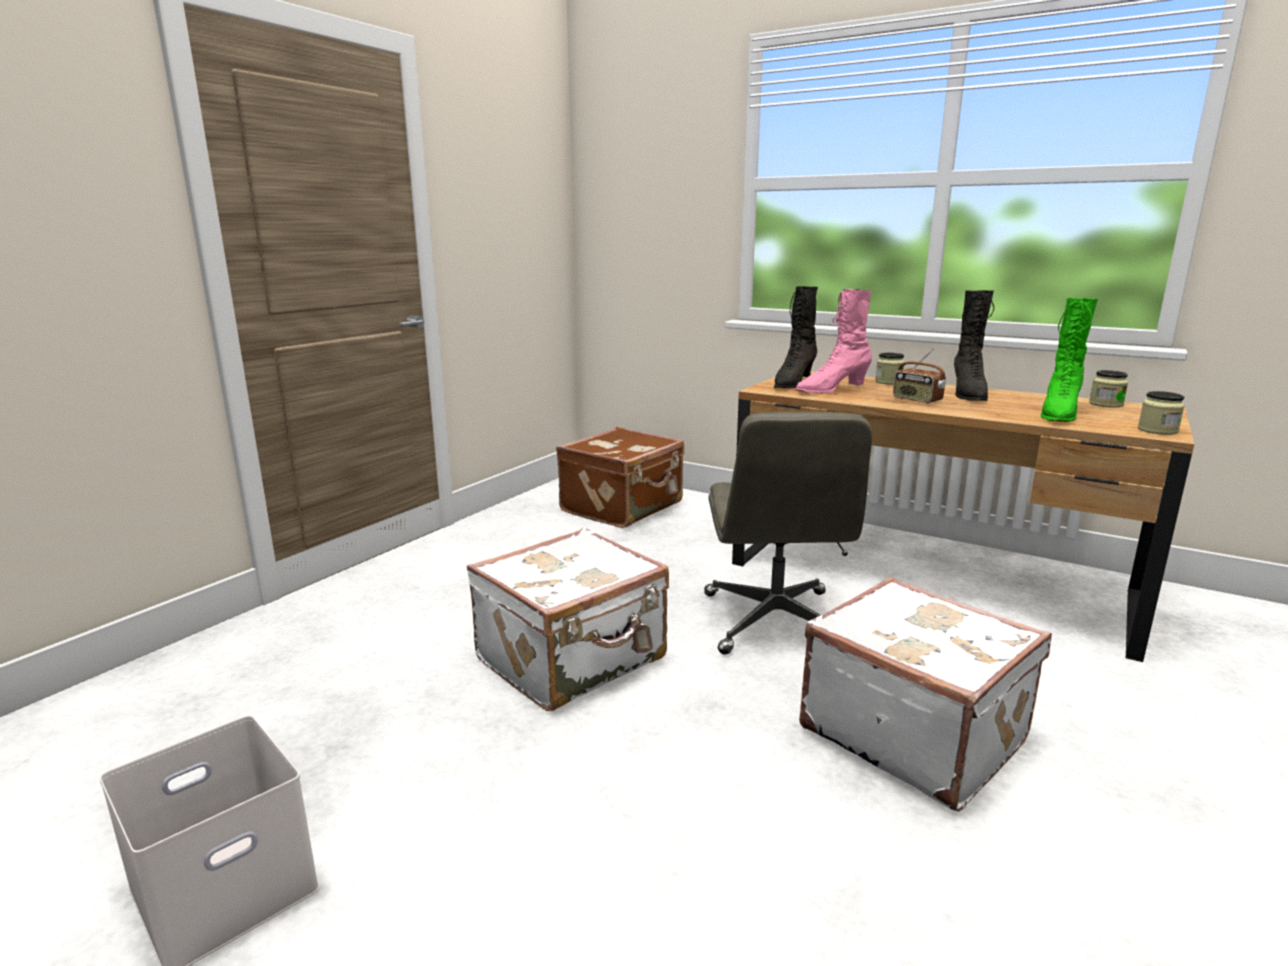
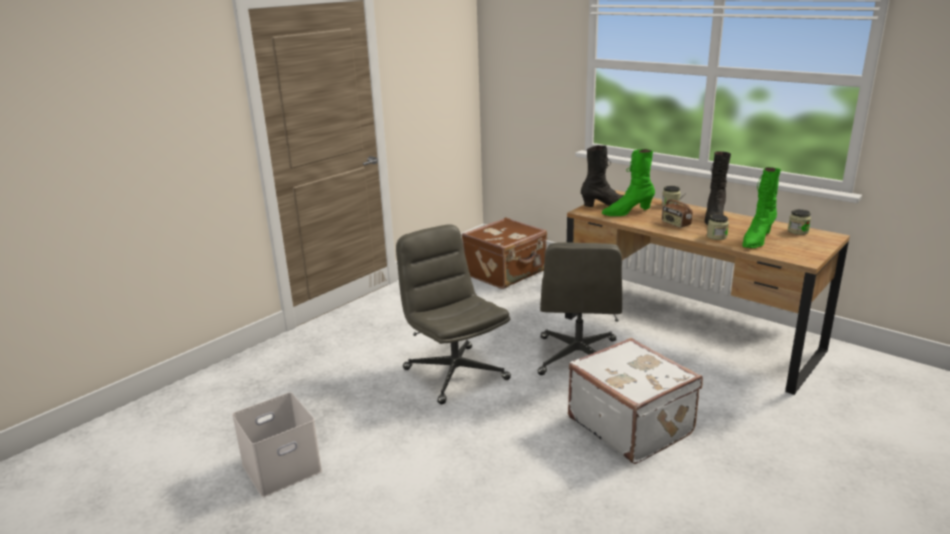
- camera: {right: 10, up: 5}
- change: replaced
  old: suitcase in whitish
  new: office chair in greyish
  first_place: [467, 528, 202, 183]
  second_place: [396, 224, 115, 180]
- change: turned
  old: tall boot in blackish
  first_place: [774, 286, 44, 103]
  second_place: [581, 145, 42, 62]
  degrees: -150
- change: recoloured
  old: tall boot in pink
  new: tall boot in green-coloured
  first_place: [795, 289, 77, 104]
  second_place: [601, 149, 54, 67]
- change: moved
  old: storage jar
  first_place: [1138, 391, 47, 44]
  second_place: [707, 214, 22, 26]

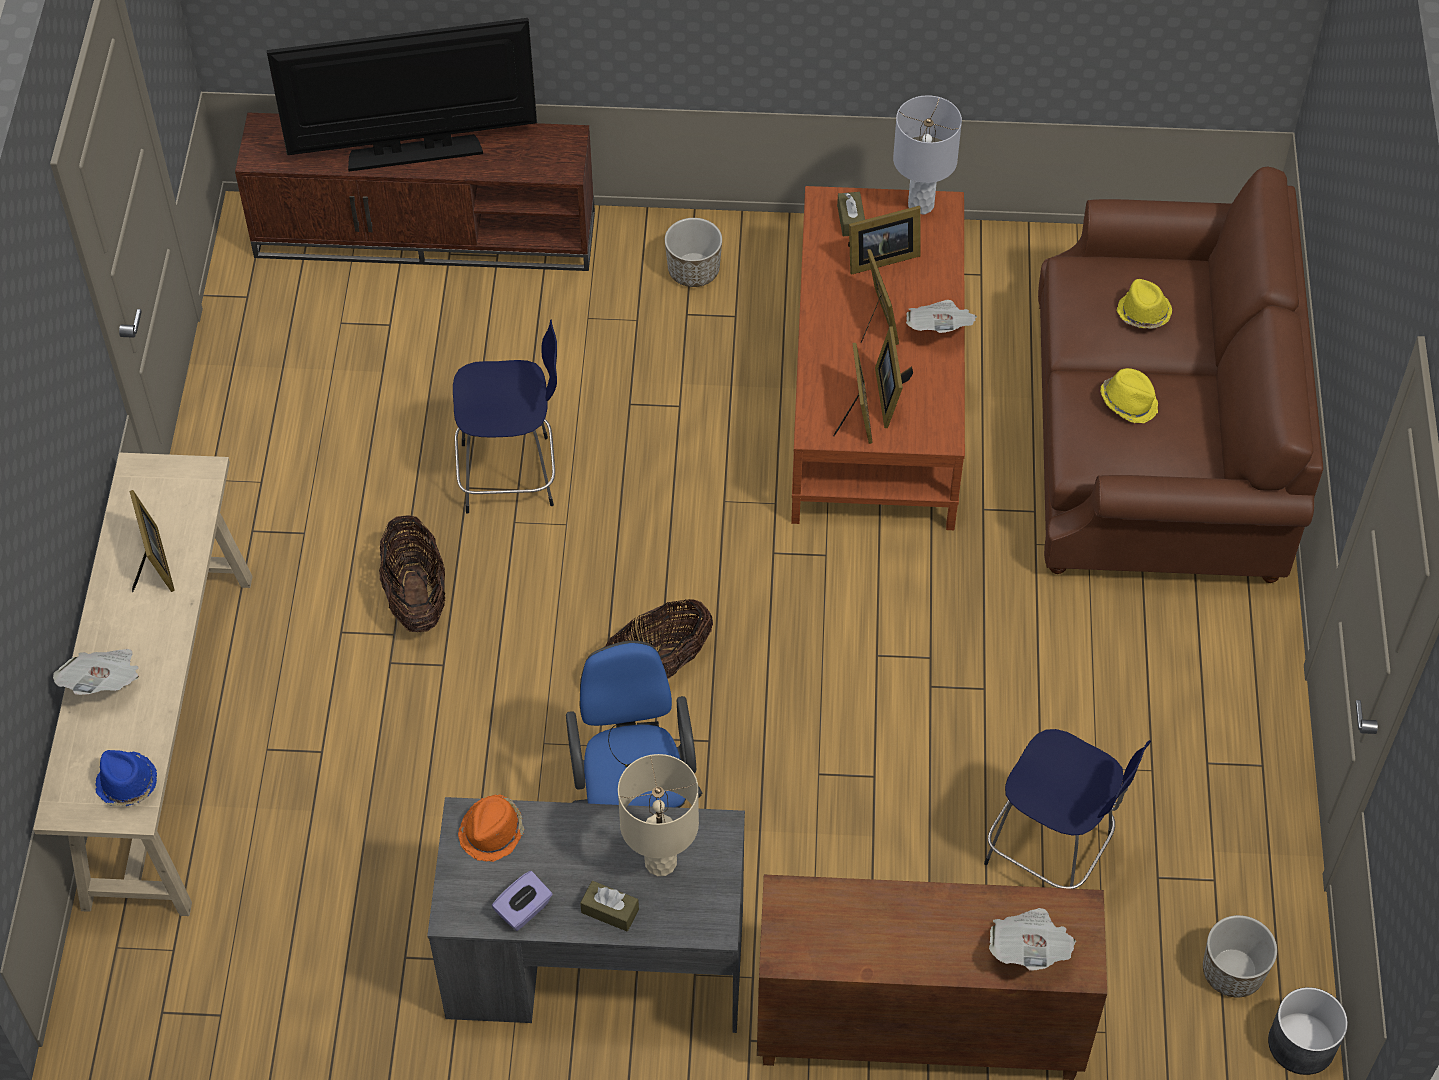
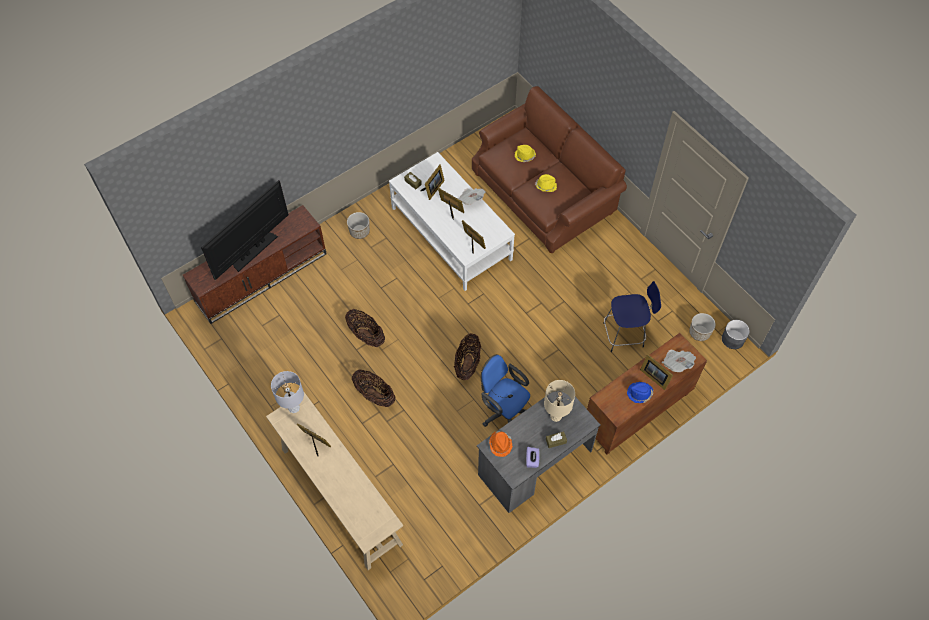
- camera: {right: -40, up: 5}
- change: removed
  old: daily paper
  first_place: [53, 649, 86, 46]
- change: moved
  old: clothing hat in blue-coloured
  first_place: [96, 750, 61, 57]
  second_place: [627, 382, 26, 21]
- change: replaced
  old: stool seat in blue-coloured
  new: basket
  first_place: [453, 320, 104, 194]
  second_place: [345, 309, 40, 38]
- change: recoloured
  old: lounge table in brown-coloured
  new: lounge table in whitish
  first_place: [791, 186, 174, 344]
  second_place: [389, 152, 126, 139]
- change: moved
  old: picture frame
  first_place: [875, 327, 38, 101]
  second_place: [640, 354, 33, 36]
- change: moved
  old: tabletop lamp in greyish
  first_place: [893, 95, 69, 119]
  second_place: [271, 371, 33, 42]

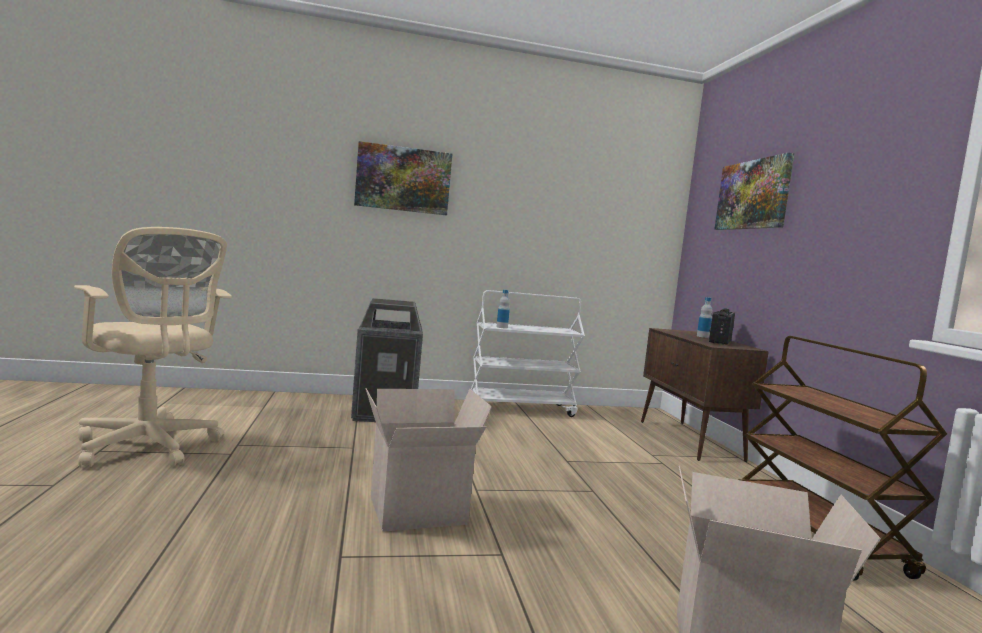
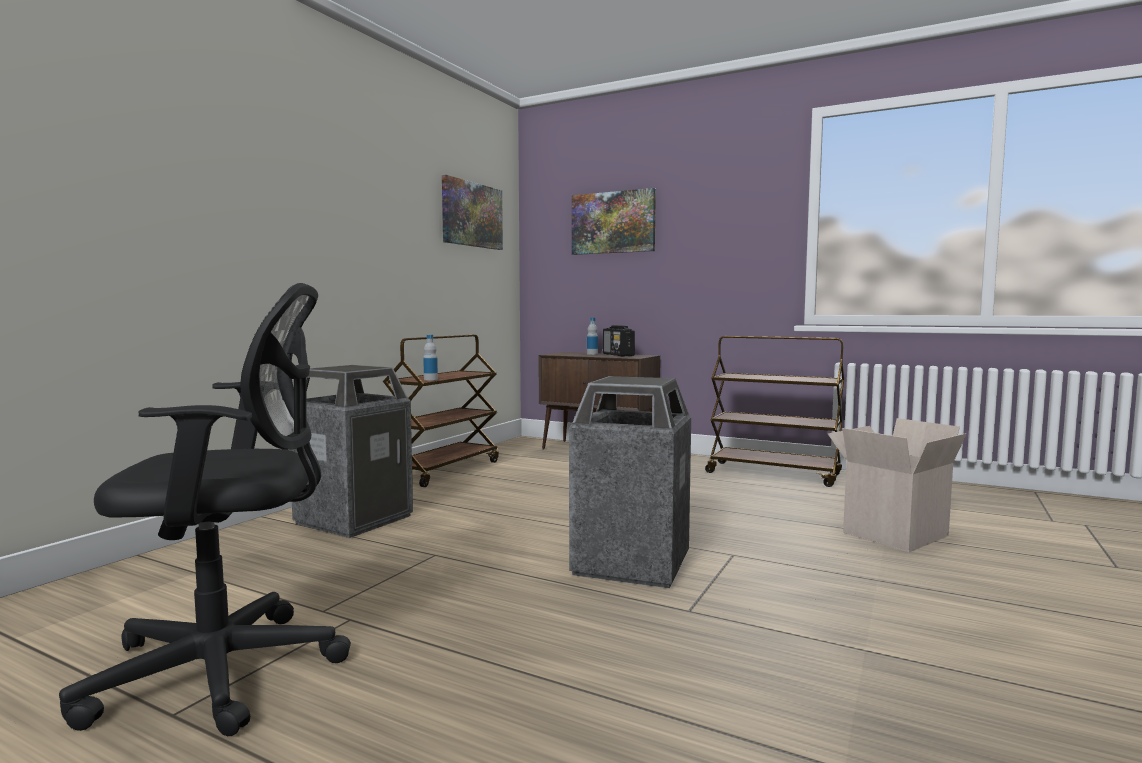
- camera: {right: -50, up: 0}
- change: recoloured
  old: office chair in sand-coloured
  new: office chair in blackish
  first_place: [74, 227, 158, 241]
  second_place: [59, 283, 292, 453]
- change: moved
  old: picture
  first_place: [354, 141, 98, 74]
  second_place: [442, 175, 61, 75]
- change: replaced
  old: cardboard box
  new: waste bin
  first_place: [365, 388, 127, 144]
  second_place: [569, 376, 122, 212]
- change: recoloured
  old: trolley in whitish
  new: trolley in brown-coloured
  first_place: [471, 290, 114, 127]
  second_place: [383, 335, 116, 152]

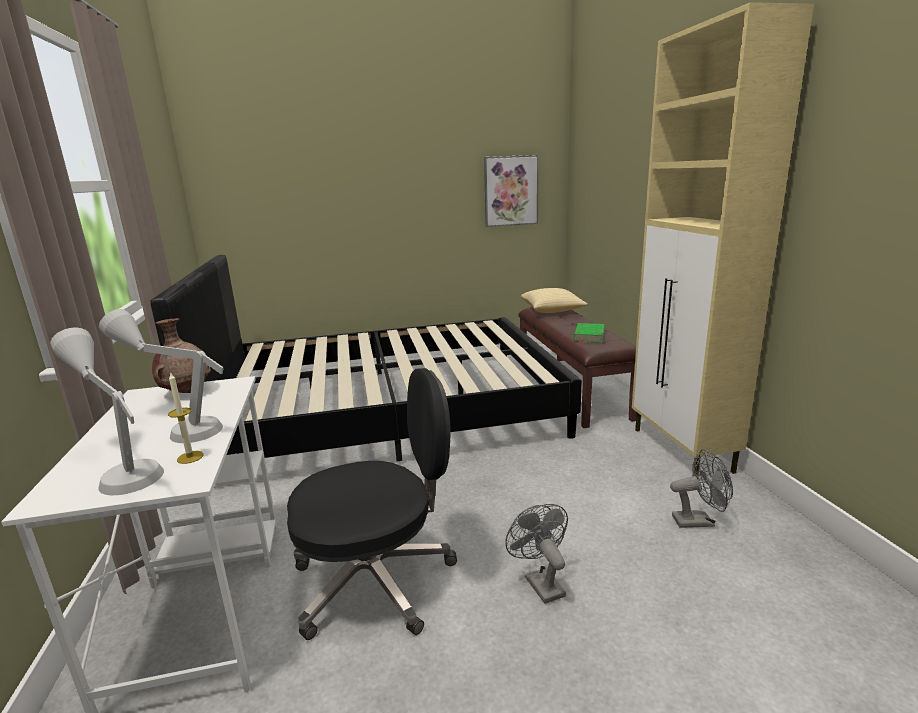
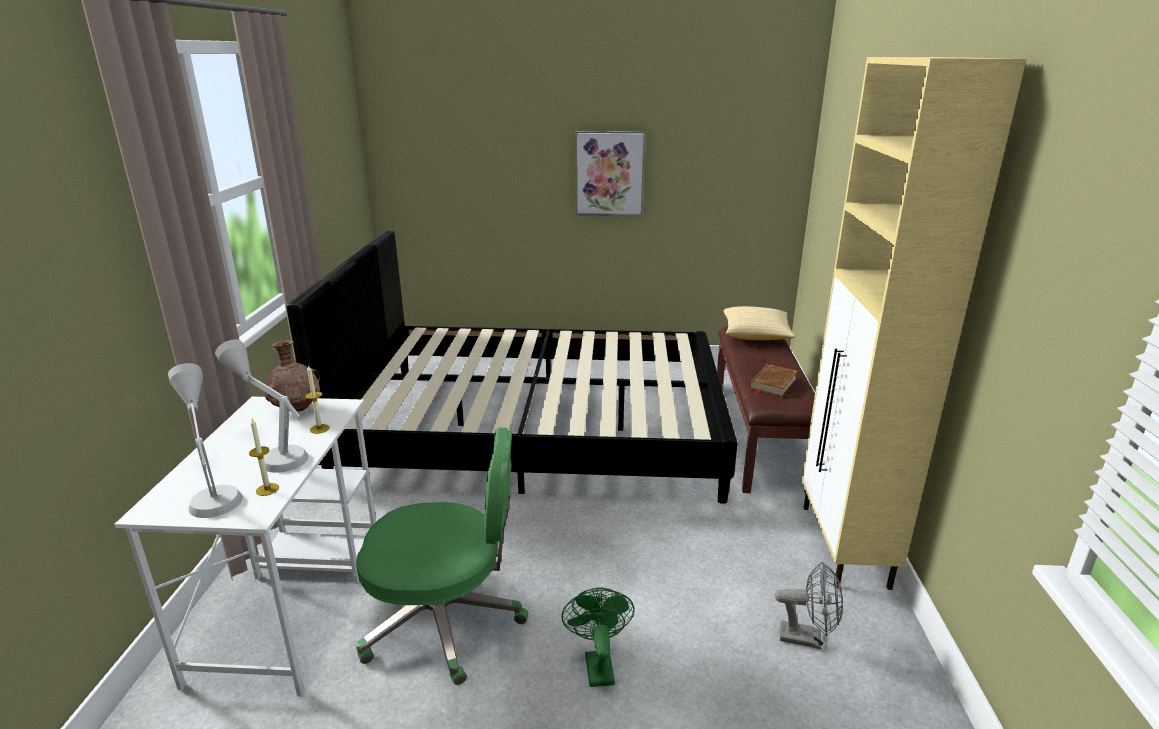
- camera: {right: 15, up: 5}
- change: recoloured
  old: office chair in blackish
  new: office chair in green-coloured
  first_place: [287, 368, 170, 272]
  second_place: [356, 427, 172, 258]
- change: moved
  old: picture
  first_place: [484, 155, 55, 72]
  second_place: [576, 131, 69, 85]
- change: recoloured
  old: fan in greyish
  new: fan in green-coloured
  first_place: [505, 504, 63, 100]
  second_place: [561, 587, 74, 100]
- change: recoloured
  old: volume in green-coloured
  new: volume in brown-coloured
  first_place: [574, 323, 30, 21]
  second_place: [750, 364, 48, 33]
- change: added
  new: candle
  second_place: [305, 365, 24, 69]

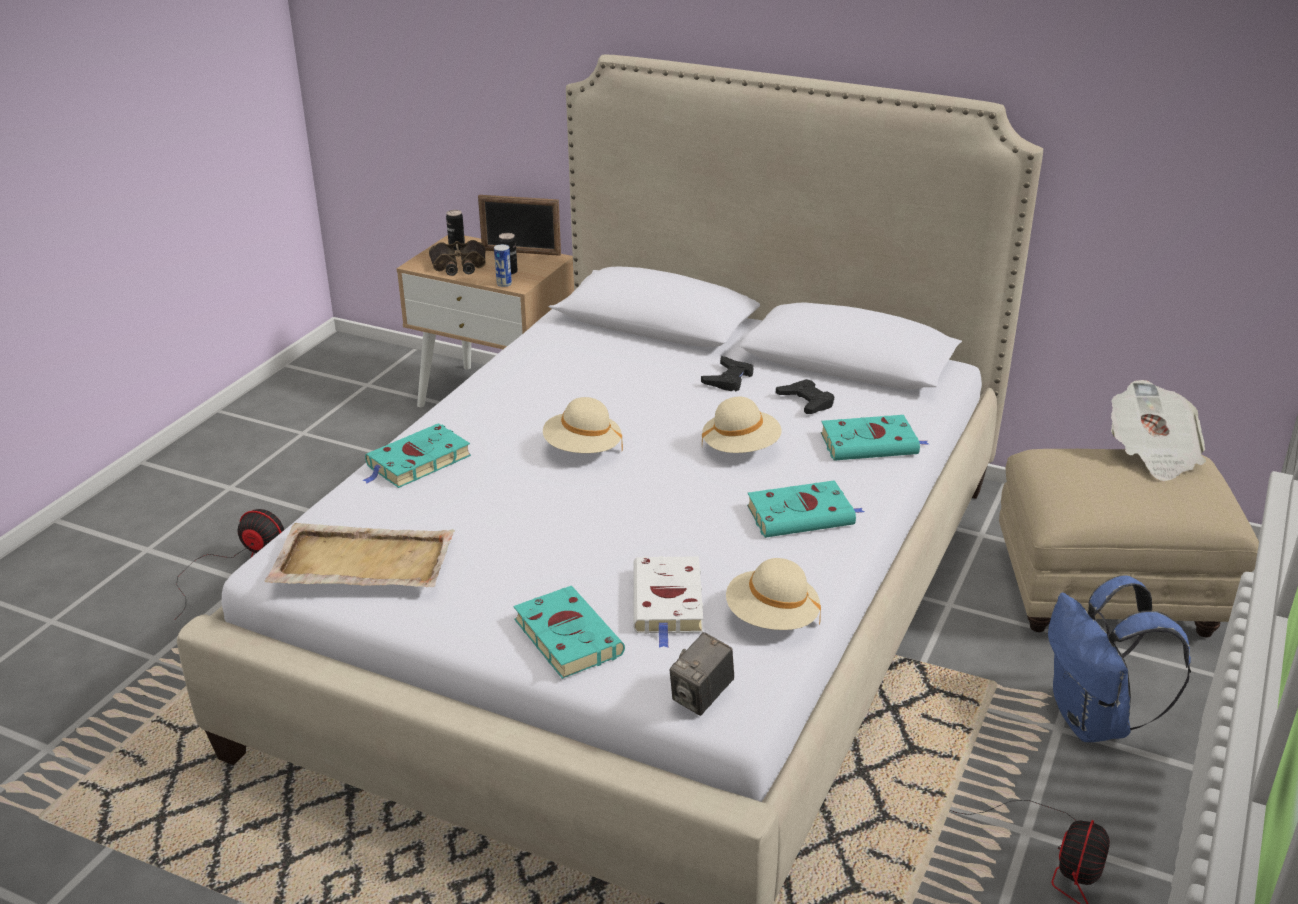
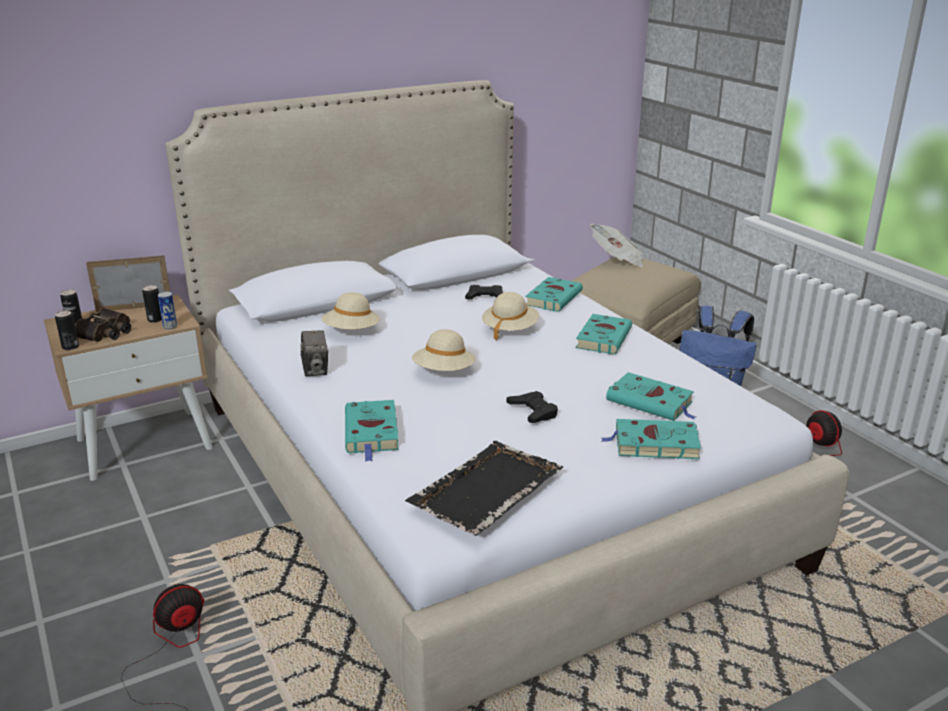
- camera: {right: -55, up: -5}
- change: recoloured
  old: tray in sand-coloured
  new: tray in blackish
  first_place: [265, 523, 190, 64]
  second_place: [405, 441, 159, 95]
- change: turned
  old: picture frame
  first_place: [478, 195, 83, 61]
  second_place: [86, 255, 84, 57]
  degrees: -150
- change: recoloured
  old: volume in whitish
  new: volume in turquoise
  first_place: [633, 556, 70, 92]
  second_place: [606, 372, 90, 49]
- change: moved
  old: photo camera
  first_place: [670, 632, 64, 84]
  second_place: [301, 330, 27, 46]
- change: moved
  old: joypad in blackish
  first_place: [701, 356, 52, 36]
  second_place: [507, 391, 51, 32]
- change: moved
  old: clothing hat in sand-coloured
  first_place: [726, 558, 95, 72]
  second_place: [321, 293, 59, 36]
- change: added
  new: can
  second_place: [55, 310, 24, 40]

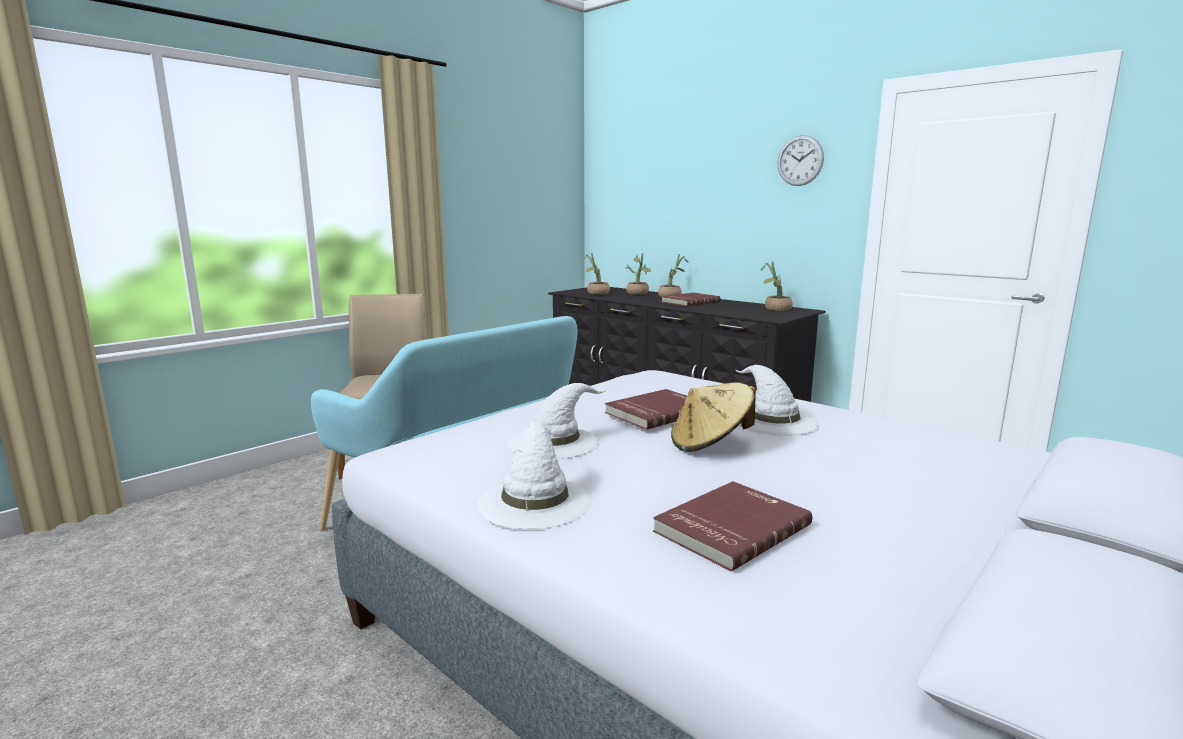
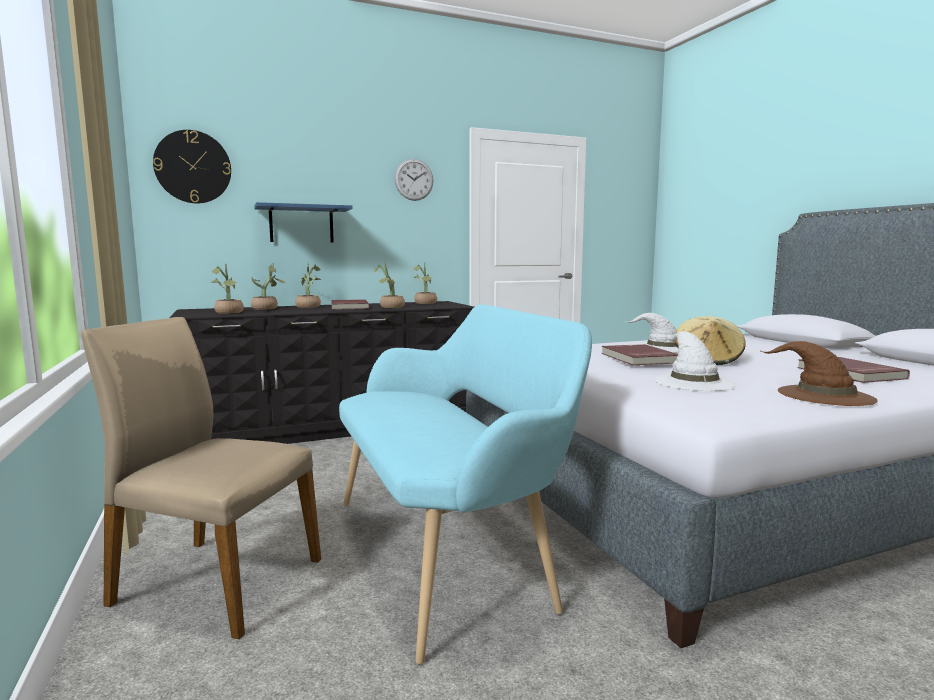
- camera: {right: -65, up: -5}
- change: recoloured
  old: clothing hat in whitish
  new: clothing hat in brown-coloured
  first_place: [477, 421, 115, 108]
  second_place: [761, 341, 117, 65]
- change: added
  new: wall clock
  second_place: [153, 130, 78, 73]
- change: added
  new: wall shelf in blue-coloured
  second_place: [254, 202, 99, 41]
- change: added
  new: potted plant
  second_place: [374, 263, 31, 45]

